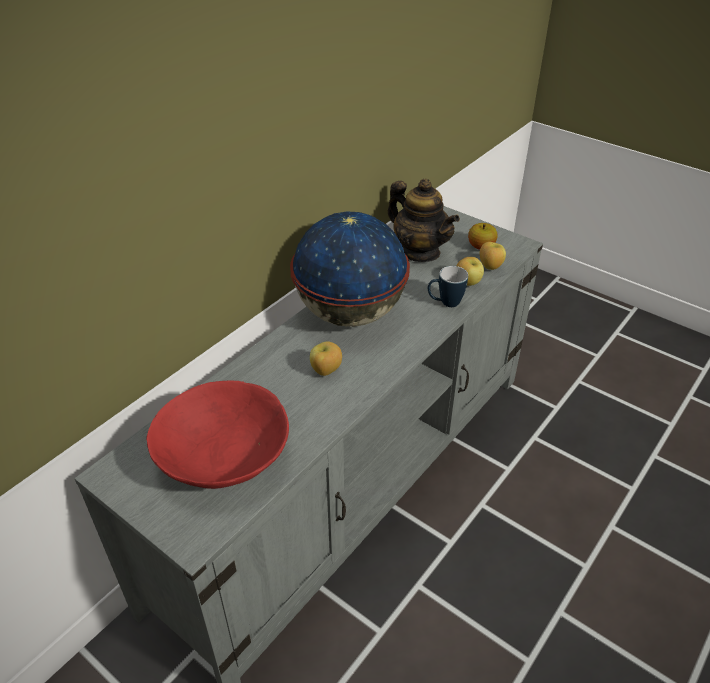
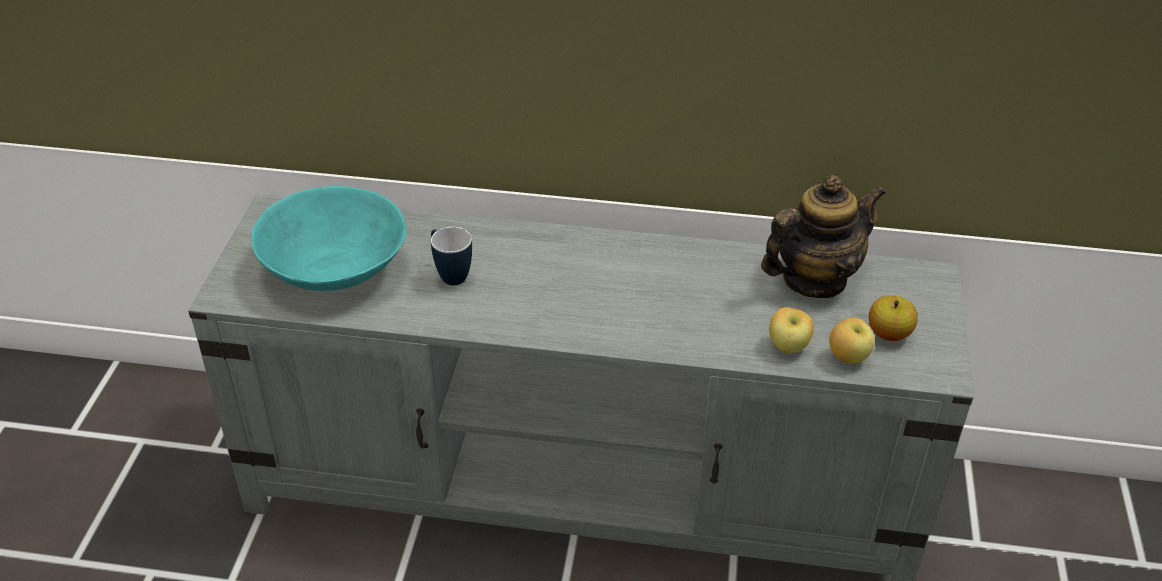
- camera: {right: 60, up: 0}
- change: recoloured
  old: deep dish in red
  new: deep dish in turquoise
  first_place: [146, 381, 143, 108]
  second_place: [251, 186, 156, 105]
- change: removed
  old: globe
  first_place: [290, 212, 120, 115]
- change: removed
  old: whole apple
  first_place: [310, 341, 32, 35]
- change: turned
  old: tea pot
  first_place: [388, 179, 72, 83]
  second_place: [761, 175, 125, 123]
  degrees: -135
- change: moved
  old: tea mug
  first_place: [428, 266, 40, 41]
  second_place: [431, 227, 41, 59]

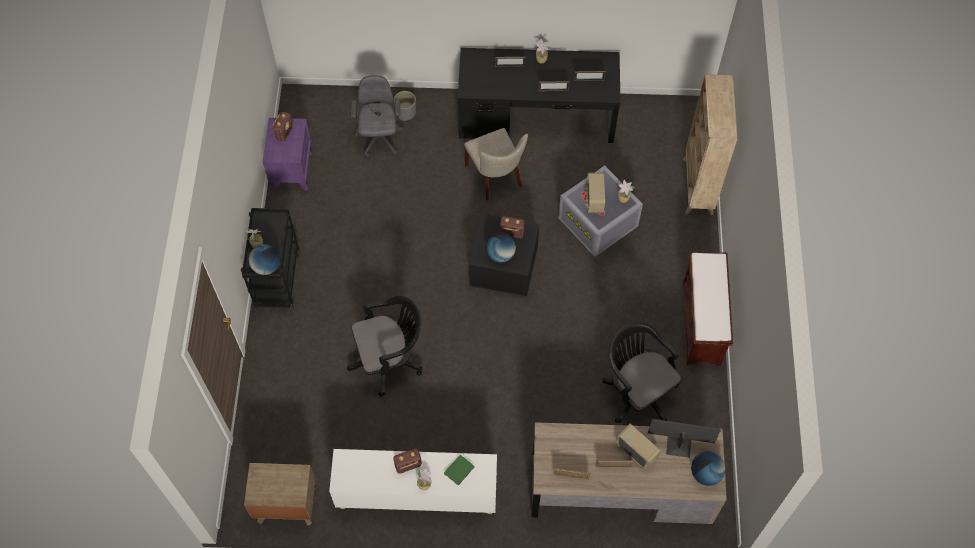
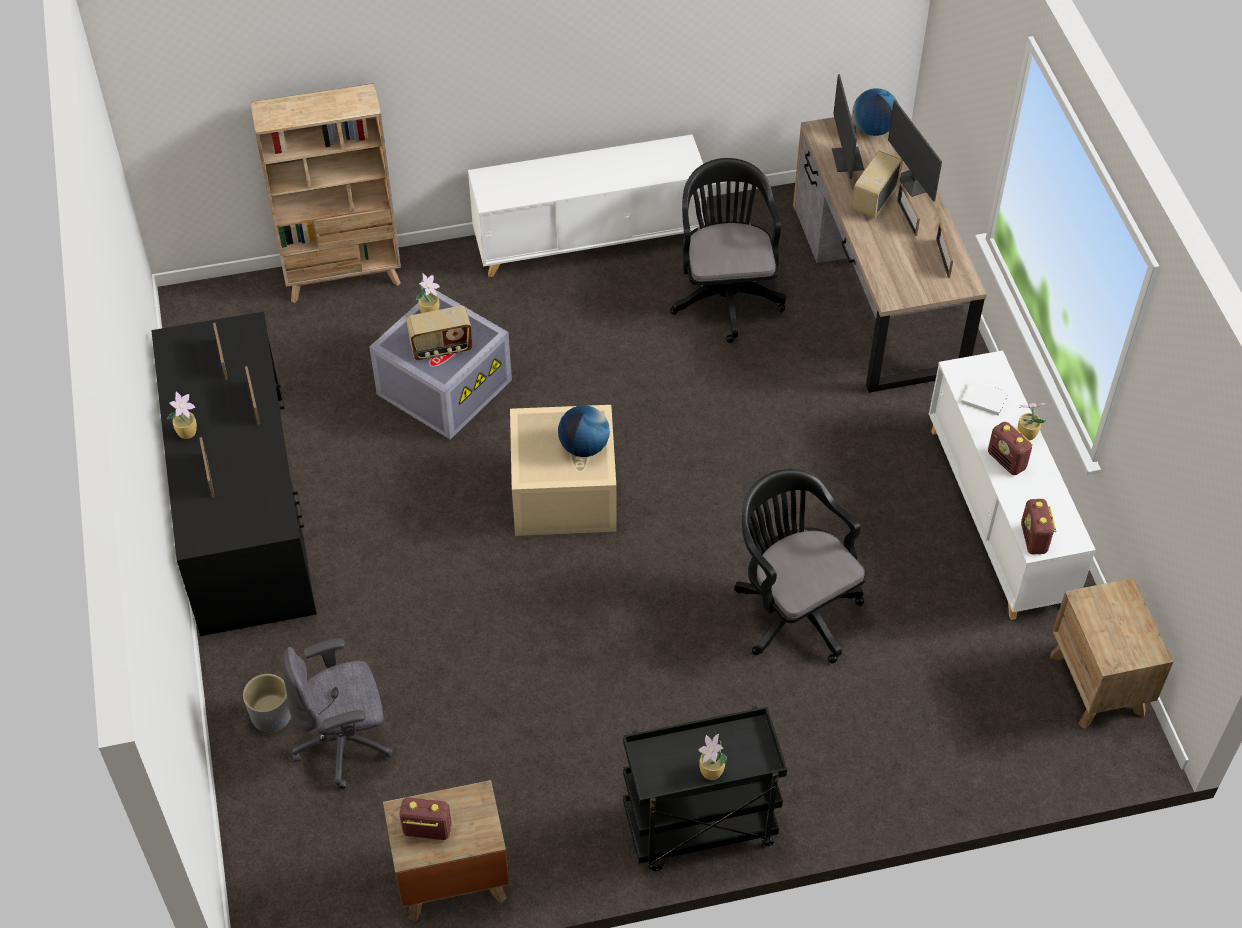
- camera: {right: -105, up: -10}
- change: removed
  old: globe
  first_place: [248, 244, 32, 31]
- change: recoloured
  old: nightstand in purple
  new: nightstand in brown-coloured
  first_place: [262, 118, 50, 73]
  second_place: [383, 780, 126, 141]
- change: recoloured
  old: volume in green-coloured
  new: volume in whitish
  first_place: [444, 455, 30, 31]
  second_place: [961, 380, 47, 36]
- change: removed
  old: upright chair in sand-coloured
  first_place: [464, 128, 64, 72]
- change: recoloured
  old: storage bin in blackish
  new: storage bin in sand-coloured
  first_place: [469, 214, 70, 82]
  second_place: [510, 405, 107, 131]
- change: moved
  old: radio
  first_place: [500, 216, 24, 22]
  second_place: [1021, 499, 35, 56]
- change: turned
  old: office chair in blackish
  first_place: [602, 322, 80, 101]
  second_place: [670, 158, 116, 185]
  degrees: 135
- change: replaced
  old: bench in brown-coloured
  new: cabinet in whitish
  first_place: [683, 252, 50, 114]
  second_place: [468, 134, 239, 143]
- change: added
  new: computer screen
  second_place: [888, 100, 54, 102]

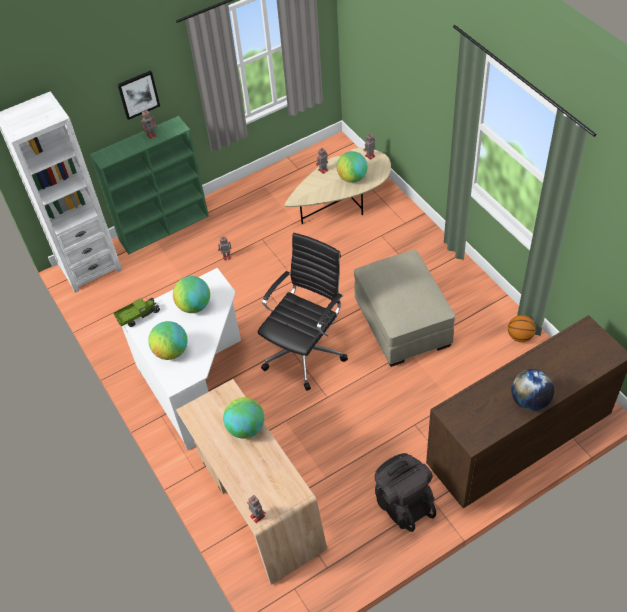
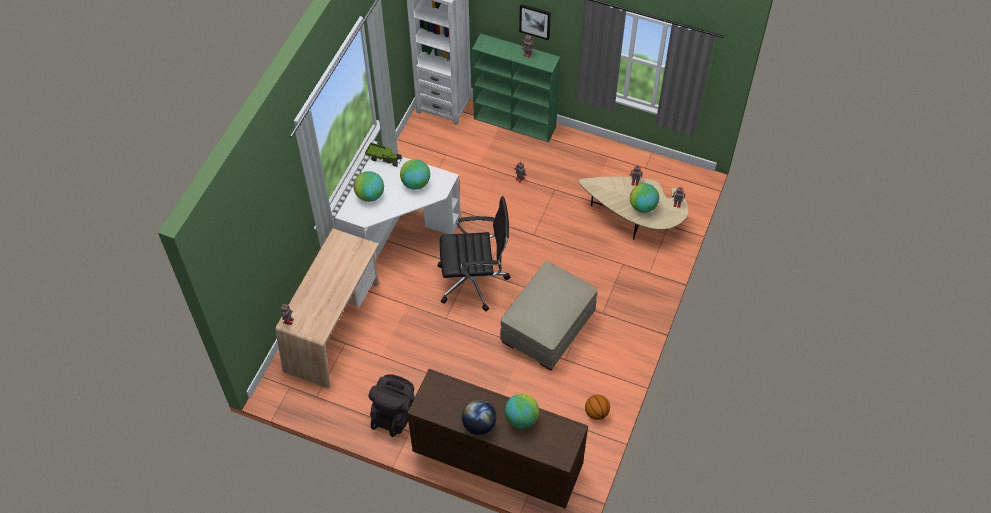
- camera: {right: 50, up: 5}
- change: moved
  old: globe
  first_place: [223, 397, 41, 42]
  second_place: [505, 394, 34, 34]

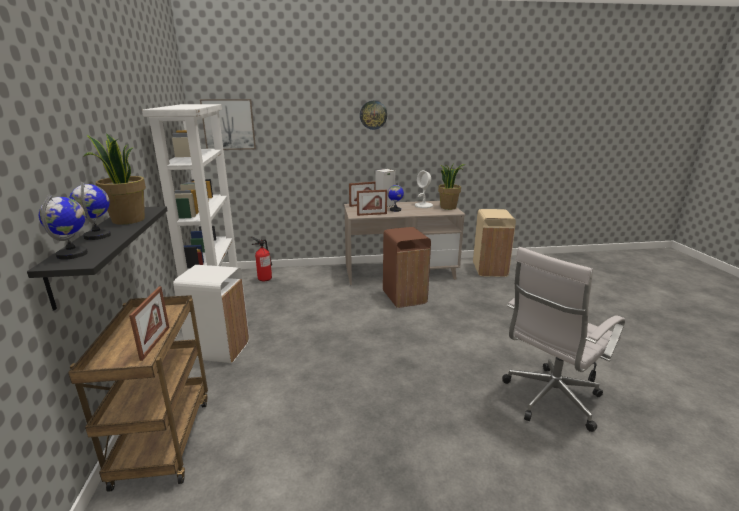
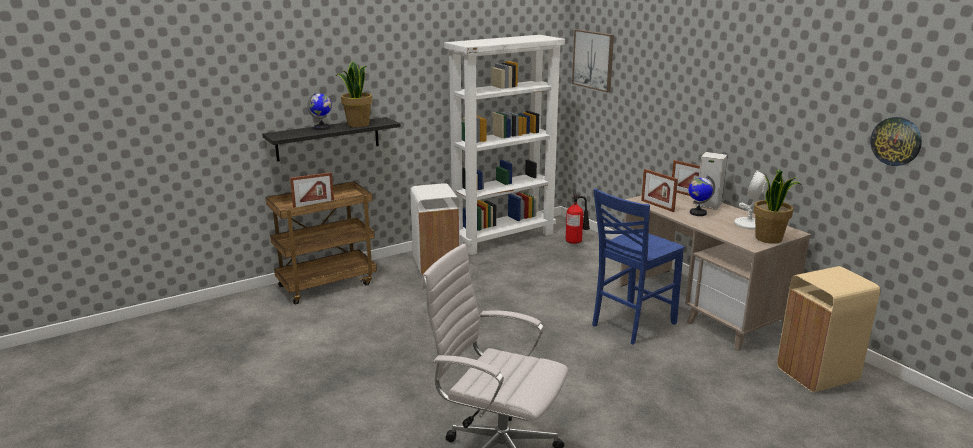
- camera: {right: 65, up: 0}
- change: removed
  old: globe
  first_place: [39, 194, 49, 66]
- change: moved
  old: wall clock
  first_place: [360, 101, 27, 29]
  second_place: [870, 117, 52, 49]
- change: replaced
  old: waste bin in brown-coloured
  new: upright chair in blue-coloured
  first_place: [383, 227, 48, 81]
  second_place: [592, 188, 93, 157]

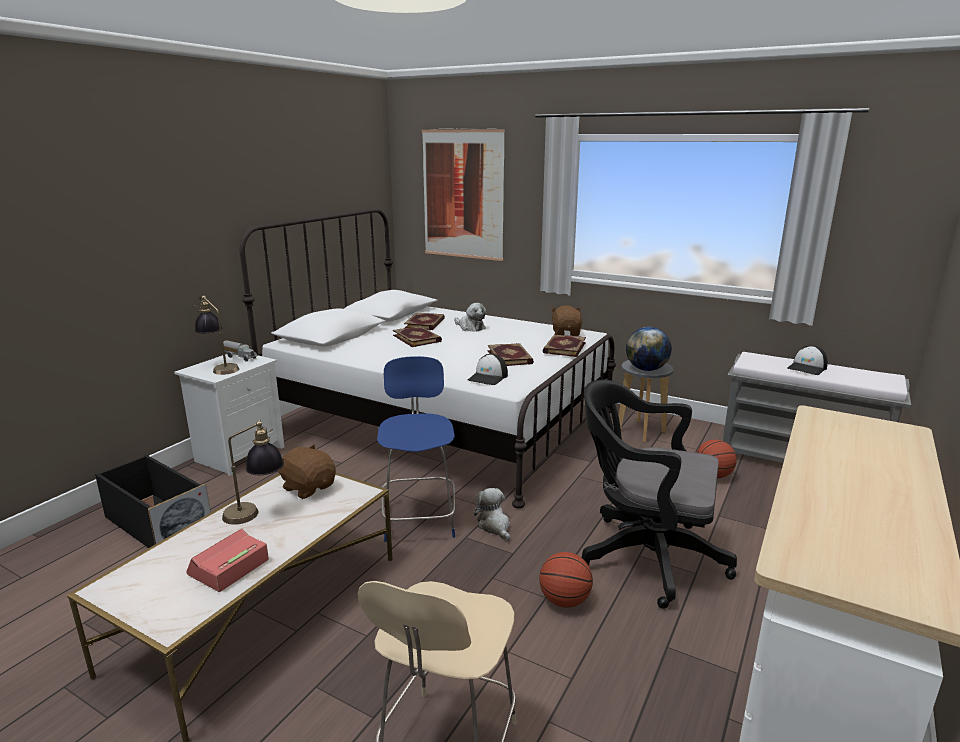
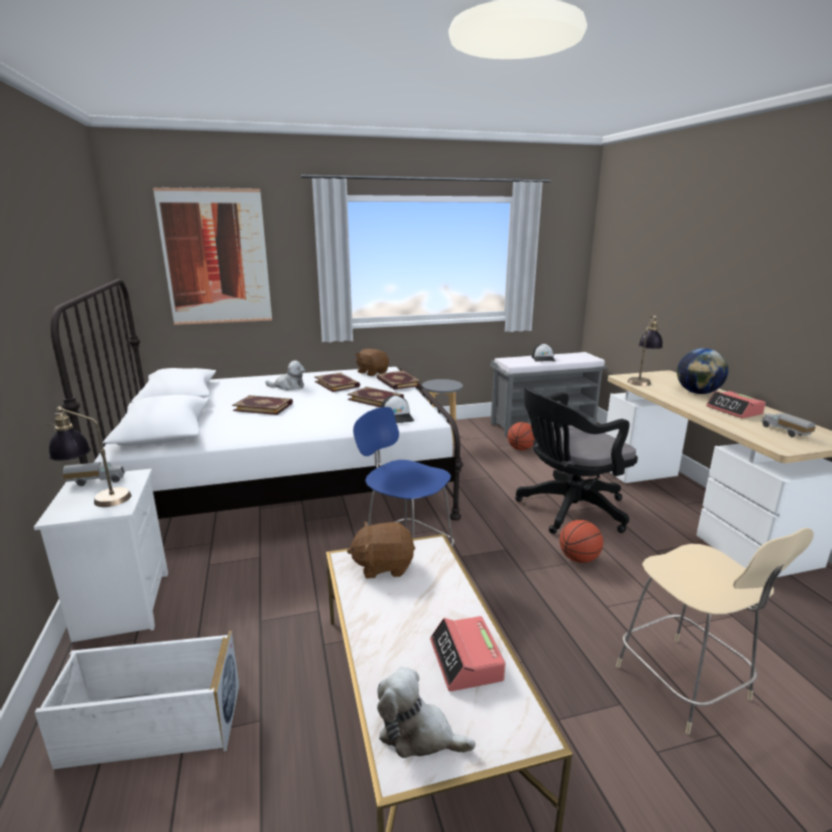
- camera: {right: -45, up: 0}
- change: recoloured
  old: storage bin in blackish
  new: storage bin in whitish
  first_place: [95, 455, 116, 93]
  second_place: [35, 630, 205, 139]
- change: moved
  old: tabletop lamp
  first_place: [222, 419, 62, 106]
  second_place: [628, 316, 35, 70]
- change: moved
  old: volume
  first_place: [404, 313, 41, 17]
  second_place: [314, 373, 46, 19]
- change: moved
  old: cuddly toy
  first_place: [474, 488, 36, 53]
  second_place: [377, 666, 99, 92]
- change: moved
  old: globe
  first_place: [626, 327, 46, 44]
  second_place: [677, 348, 52, 46]
- change: added
  new: table clock
  second_place: [706, 391, 60, 27]
- change: added
  new: toy truck
  second_place: [760, 413, 56, 24]

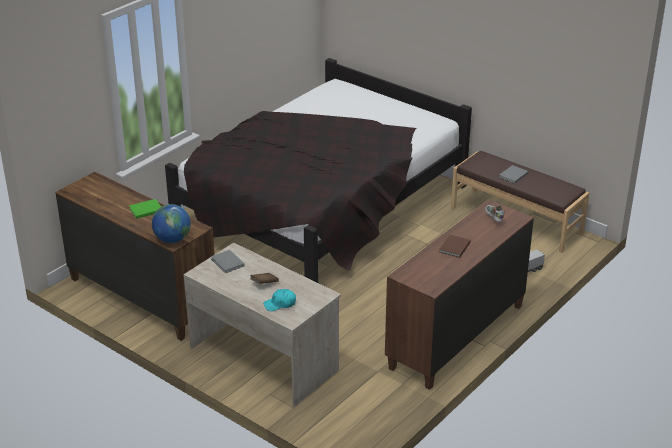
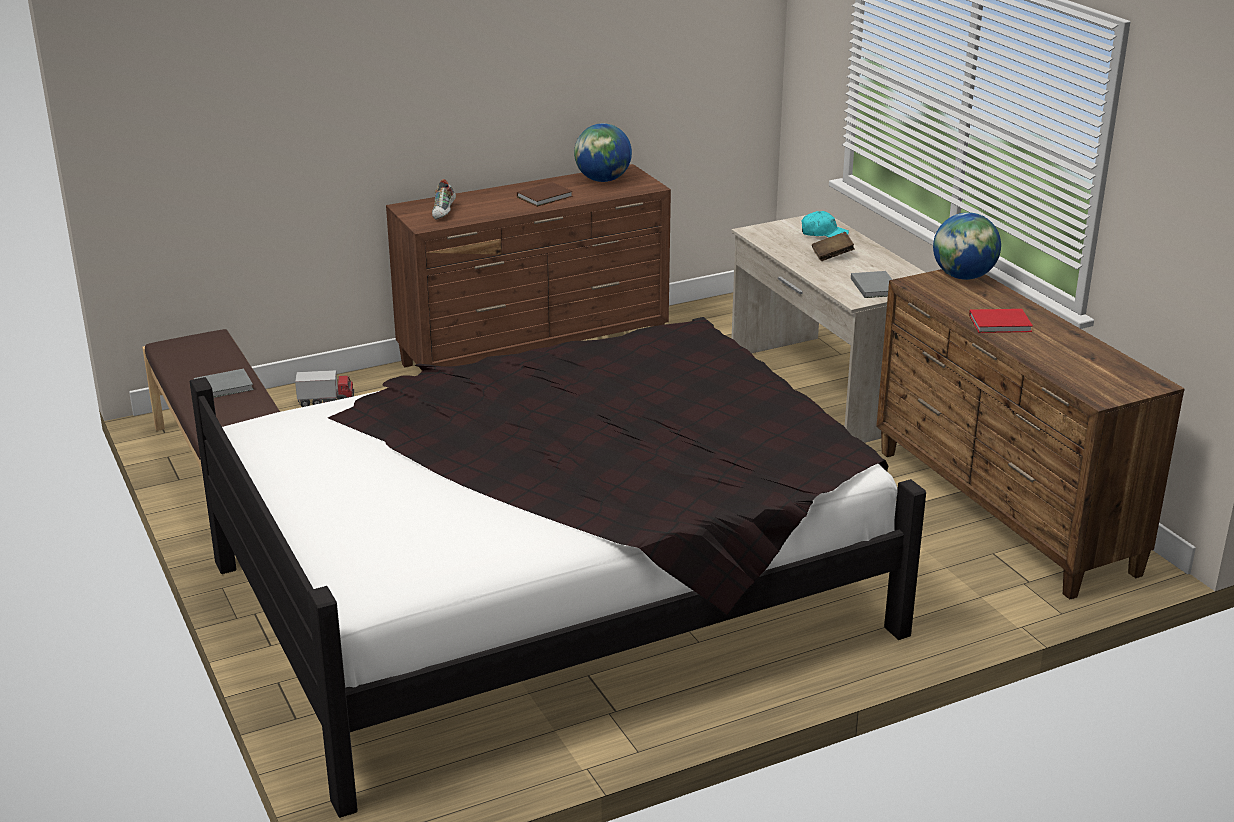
- camera: {right: -155, up: -5}
- change: recoloured
  old: volume in green-coloured
  new: volume in red
  first_place: [129, 199, 32, 20]
  second_place: [969, 309, 64, 24]
- change: added
  new: globe
  second_place: [574, 123, 58, 59]

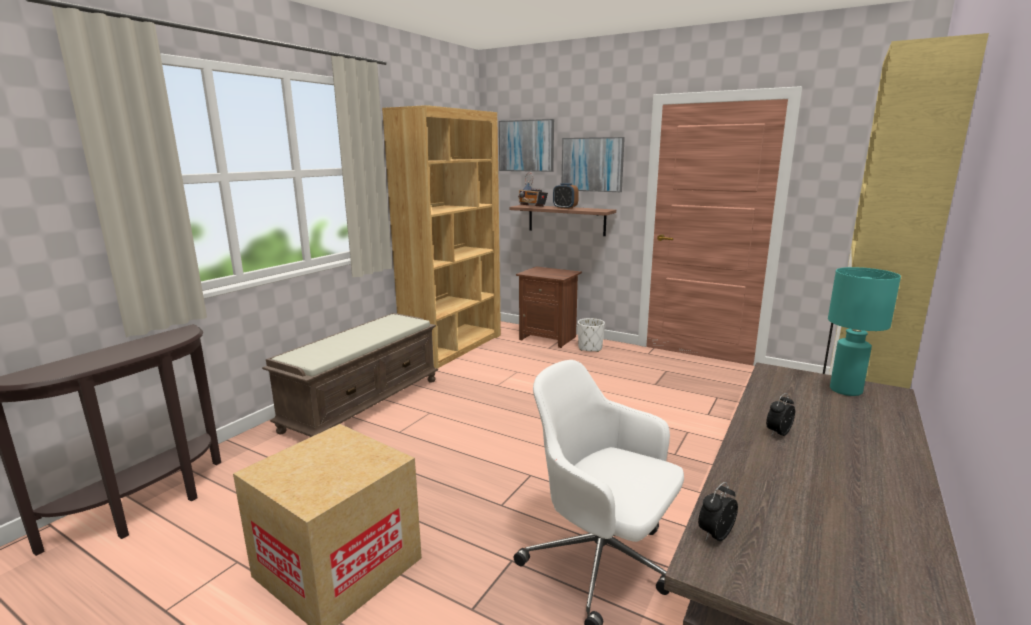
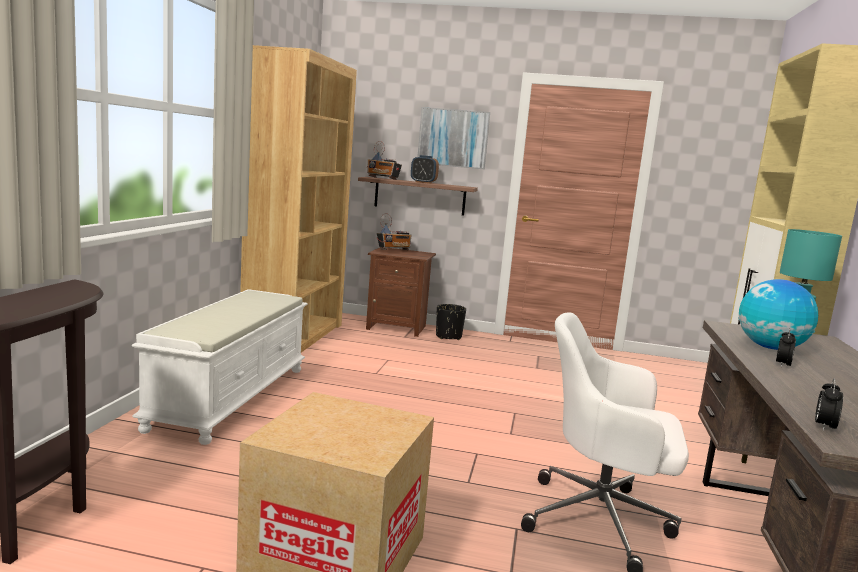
- camera: {right: -20, up: -5}
- change: recoloured
  old: bench in brown-coloured
  new: bench in whitish
  first_place: [262, 313, 176, 124]
  second_place: [132, 289, 176, 156]
- change: removed
  old: picture
  first_place: [499, 119, 55, 53]
- change: recoloured
  old: plant pot in whitish
  new: plant pot in blackish
  first_place: [578, 318, 27, 34]
  second_place: [436, 304, 30, 36]
- change: added
  new: radio
  second_place: [377, 213, 35, 37]
- change: added
  new: globe
  second_place: [738, 279, 80, 71]

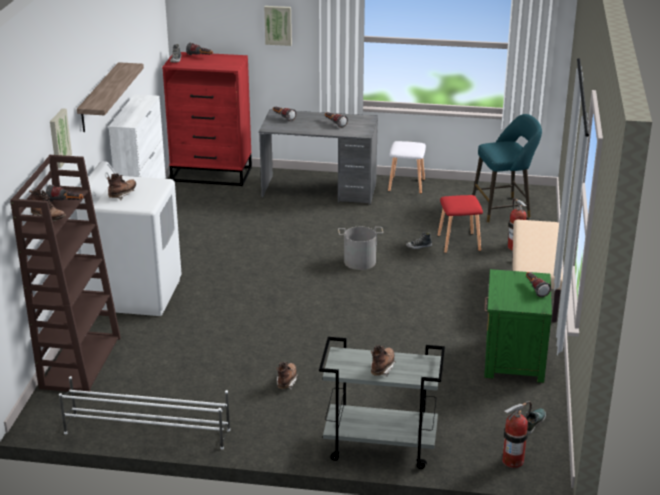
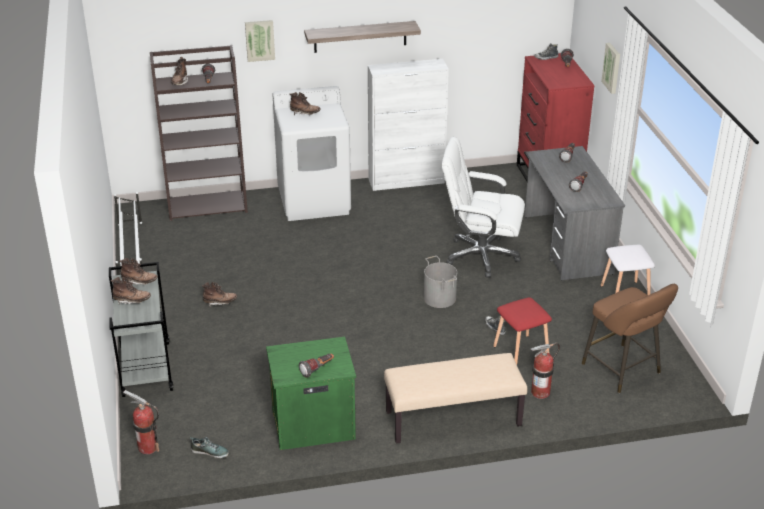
- camera: {right: 70, up: 5}
- change: recoloured
  old: stool seat in turquoise
  new: stool seat in brown-coloured
  first_place: [472, 114, 70, 109]
  second_place: [582, 284, 96, 109]
- change: added
  new: tall boot in brown-coloured
  second_place: [119, 258, 39, 27]
- change: added
  new: office chair in whitish
  second_place: [442, 137, 83, 141]

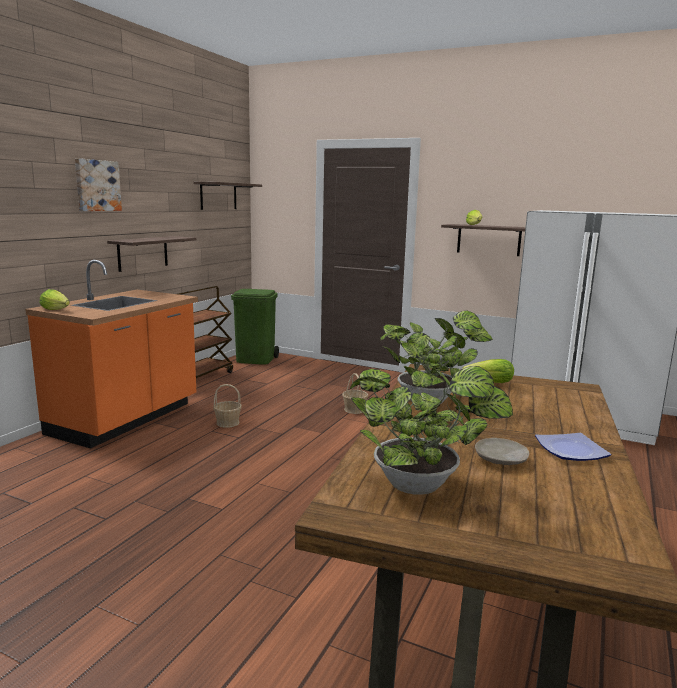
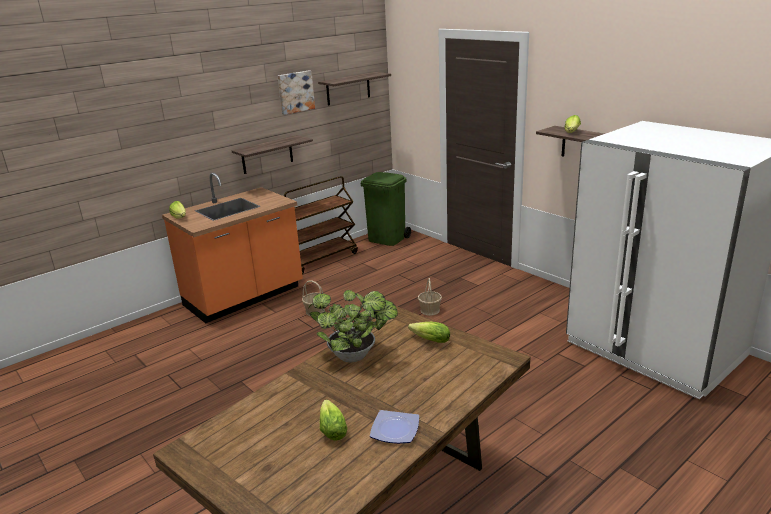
- camera: {right: 25, up: 10}
- change: moved
  old: picture
  first_place: [75, 158, 47, 53]
  second_place: [278, 70, 37, 45]
- change: removed
  old: potted plant
  first_place: [350, 366, 163, 129]
- change: replaced
  old: plate in sand-coloured
  new: lettuce
  first_place: [475, 438, 54, 27]
  second_place: [320, 400, 27, 41]

